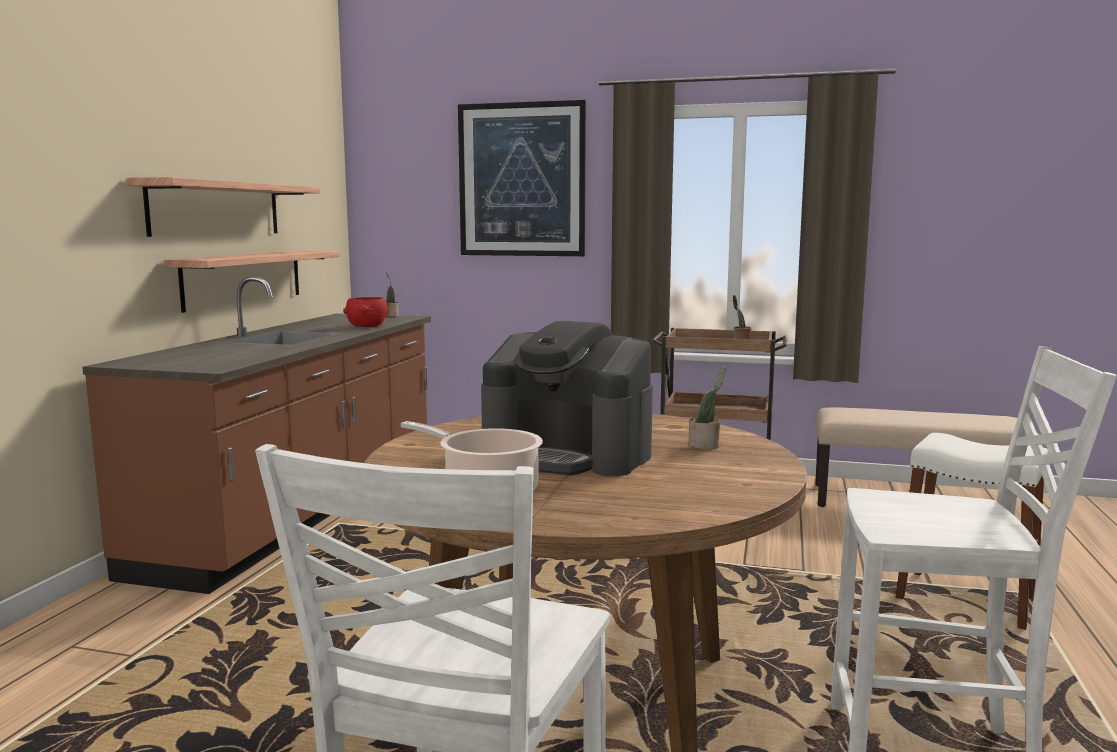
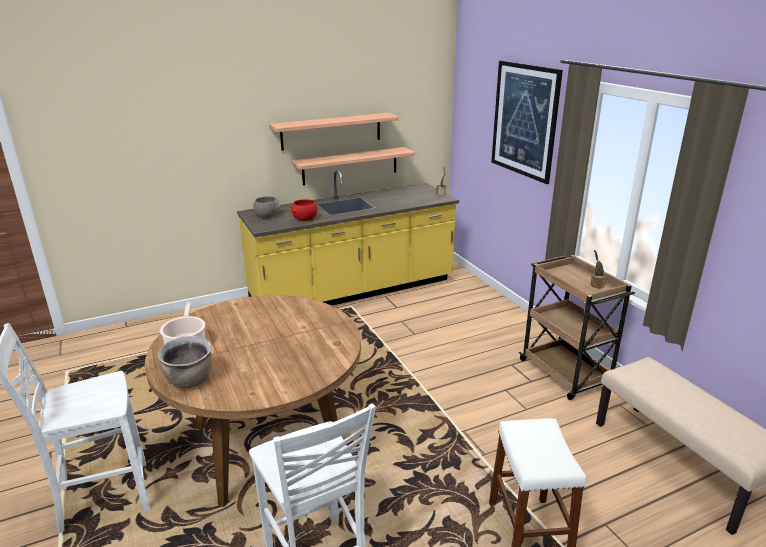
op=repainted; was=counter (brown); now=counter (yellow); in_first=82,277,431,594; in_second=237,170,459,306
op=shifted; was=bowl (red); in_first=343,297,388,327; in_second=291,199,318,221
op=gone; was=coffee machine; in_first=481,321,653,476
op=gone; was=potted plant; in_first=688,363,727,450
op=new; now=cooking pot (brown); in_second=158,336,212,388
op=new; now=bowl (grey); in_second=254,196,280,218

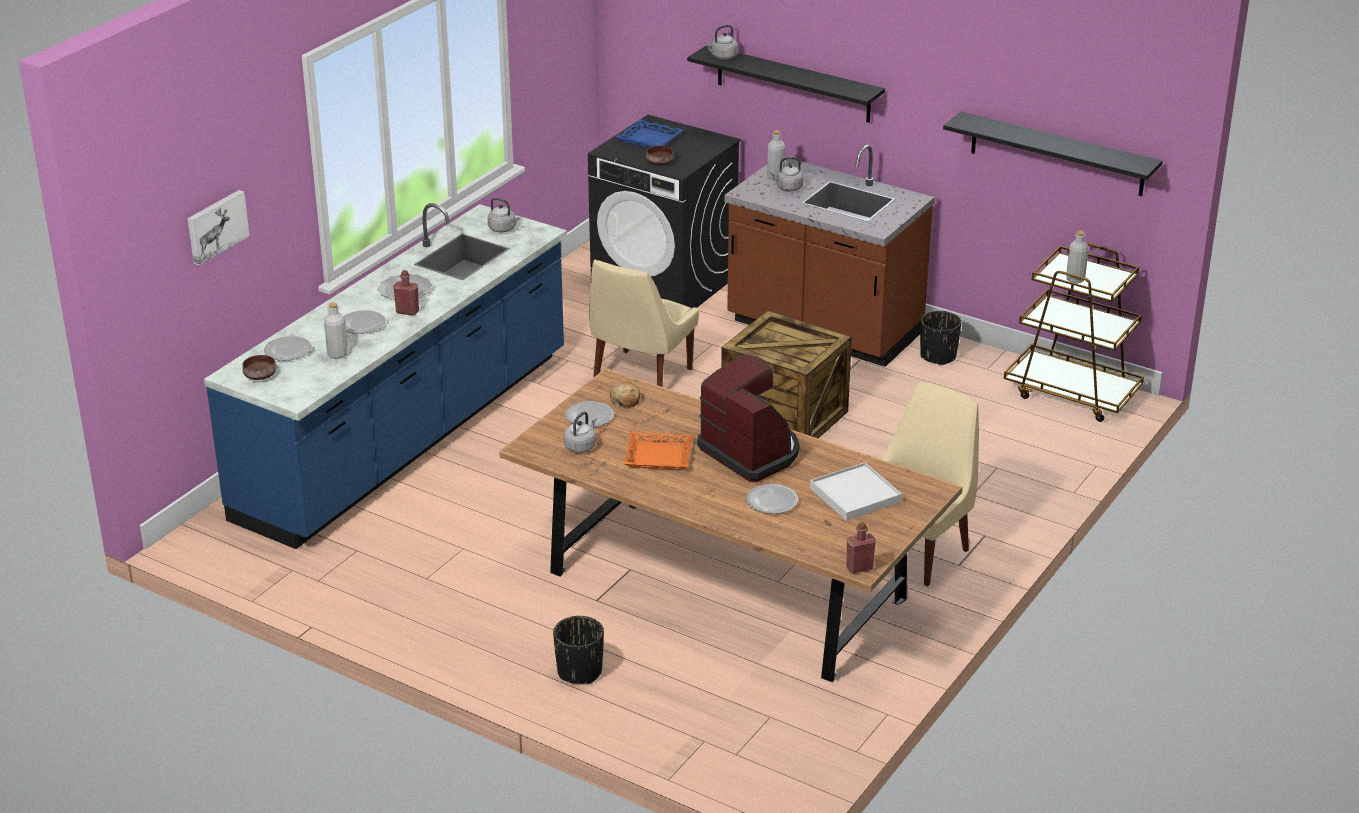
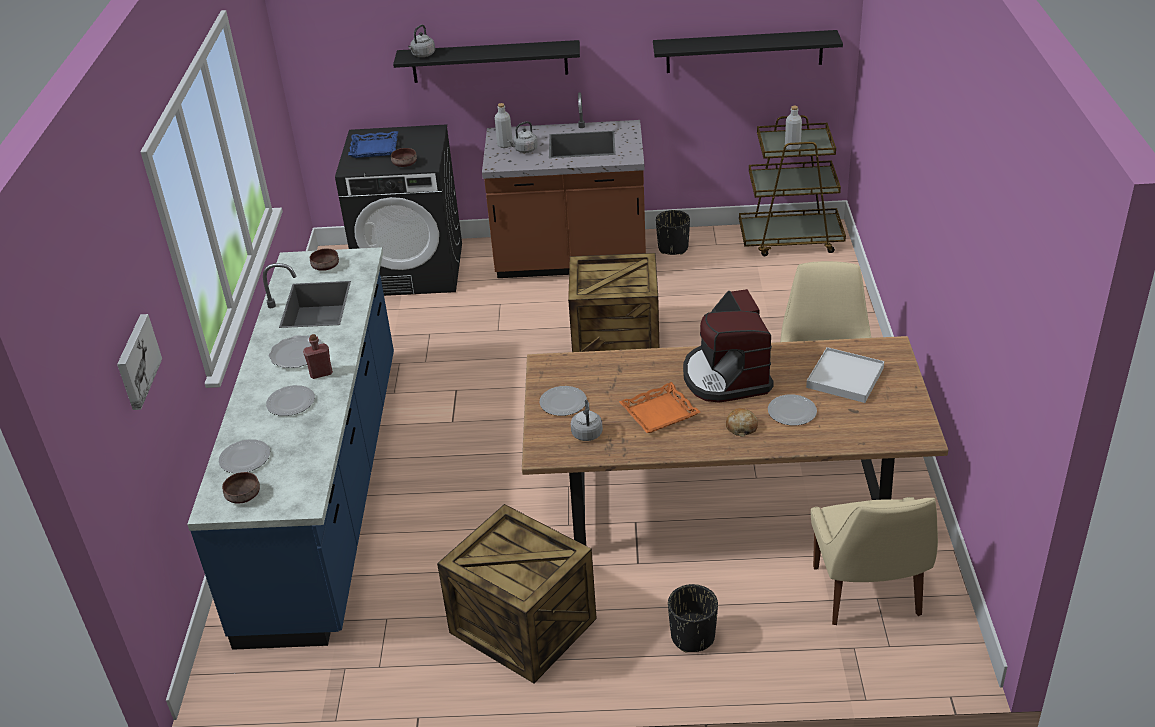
op=gone; was=bottle (grey); in_first=324,302,348,359
op=swapped; was=kettle (grey); now=bowl (brown); in_first=488,198,520,232; in_second=310,248,339,271
op=shifted; was=chair (beige); in_first=589,260,699,387; in_second=811,497,938,625
op=shifted; was=bread; in_first=610,382,640,408; in_second=726,408,758,437
op=rotated; was=coffee machine; in_first=697,355,800,482; in_second=683,289,774,403; clockwise=-120
op=gone; was=bottle (red); in_first=846,522,876,573
op=new; now=crate; in_second=437,504,597,683

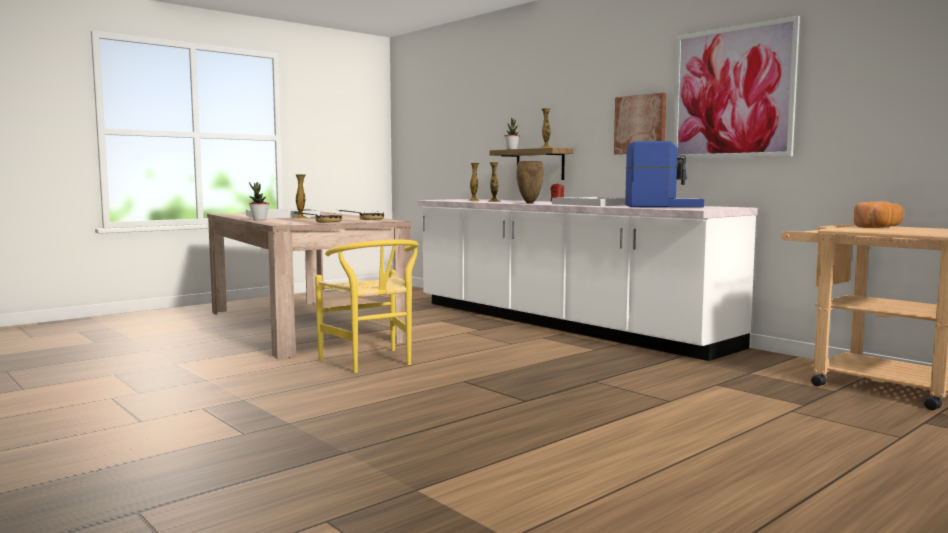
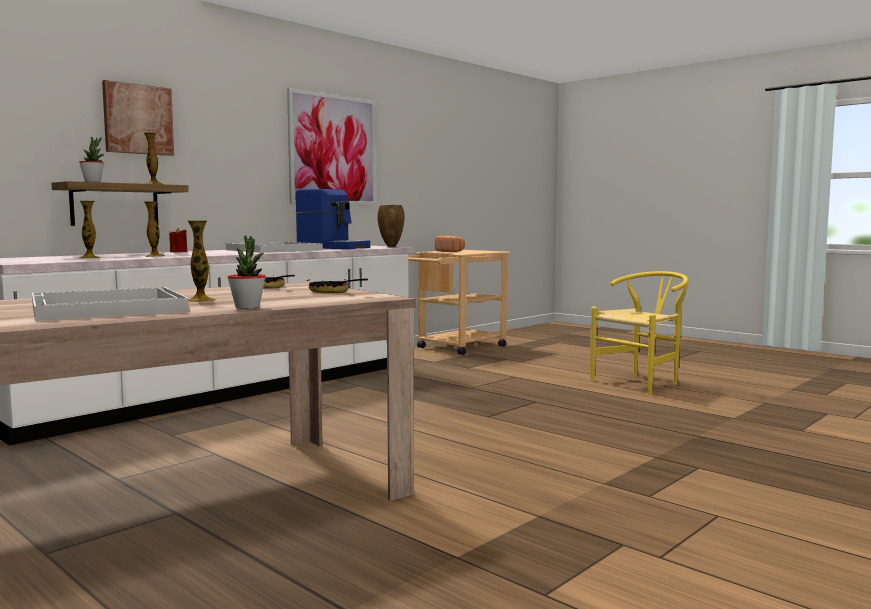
op=shifted; was=chair (yellow); in_first=315,240,418,373; in_second=590,271,688,395
op=shifted; was=vase (brown); in_first=516,161,544,203; in_second=377,205,405,247
op=shifted; was=picture; in_first=614,92,666,155; in_second=102,80,174,156
op=rotated; was=coffee machine; in_first=625,141,704,207; in_second=296,189,370,249; clockwise=120

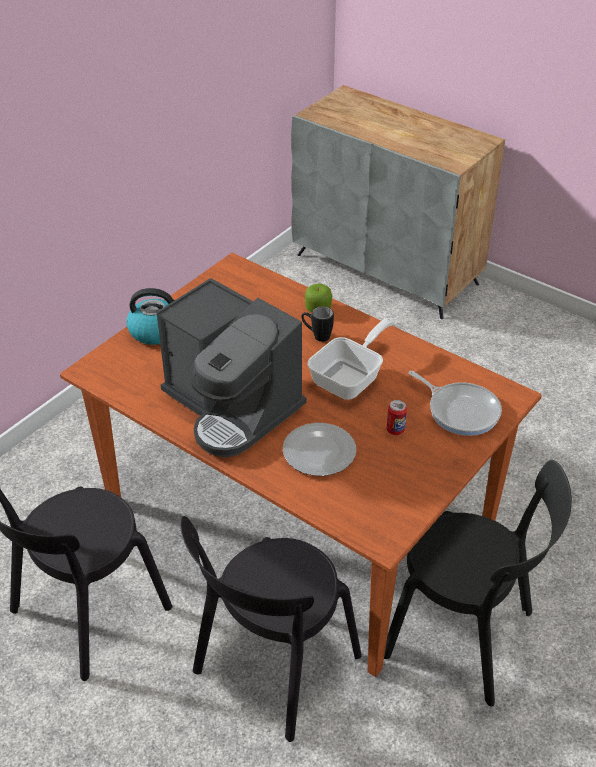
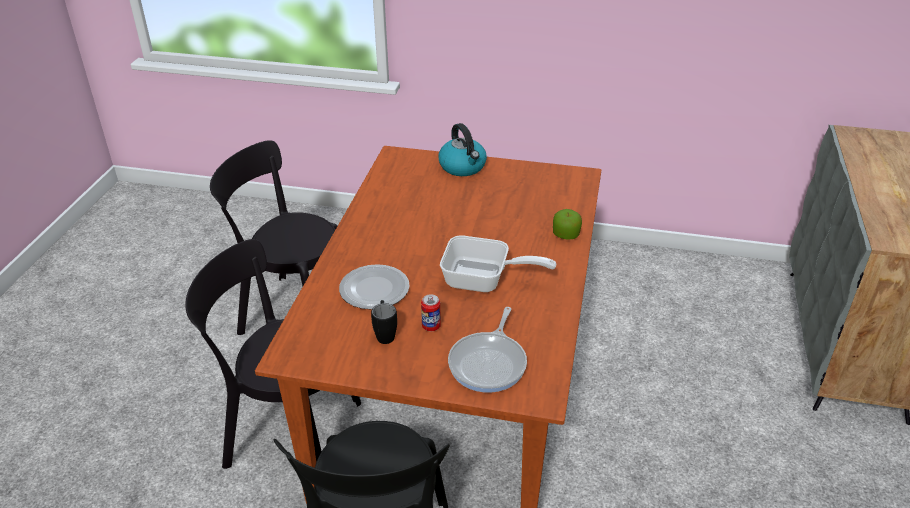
op=gone; was=coffee machine; in_first=157,278,307,457
op=shifted; was=mug (black); in_first=301,306,334,342; in_second=371,300,397,344

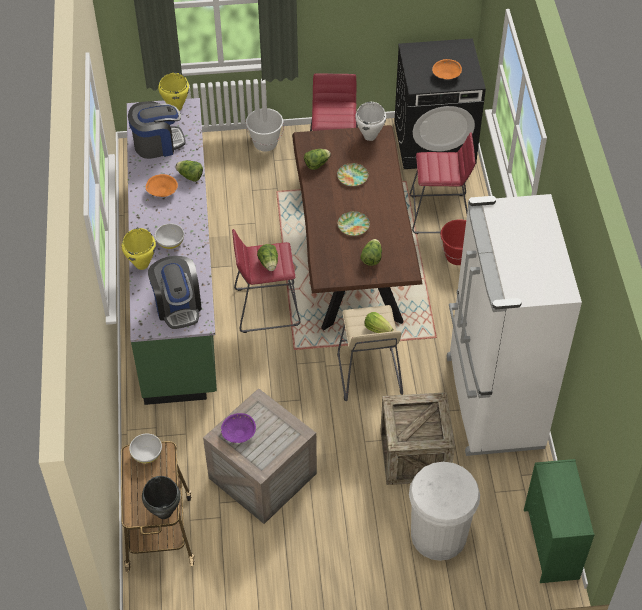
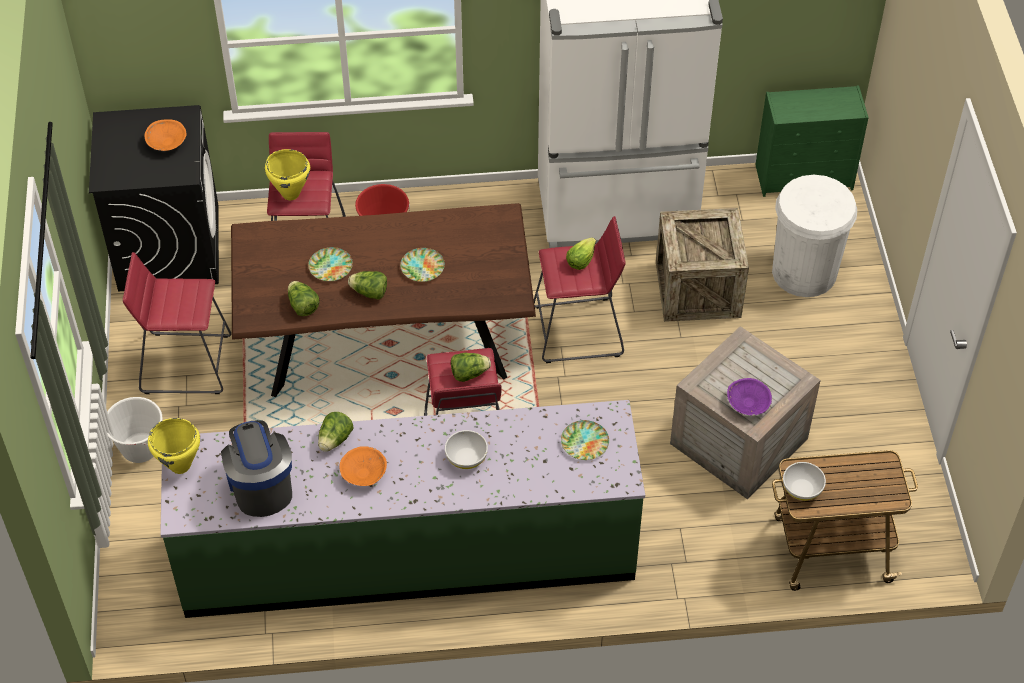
op=shifted; was=cooking pot (yellow); in_first=122,228,156,270; in_second=265,149,310,200
op=gone; was=cooking pot (black); in_first=142,476,180,519
op=swapped; was=coffee machine; now=plate; in_first=148,256,202,329; in_second=561,420,609,460
op=repainted; was=stool (beige); now=stool (red); in_first=337,305,403,401; in_second=534,216,626,363
op=gone; was=cooking pot (white); in_first=355,102,386,141
op=shifted; was=lettuce; in_first=360,239,382,266; in_second=348,271,387,300

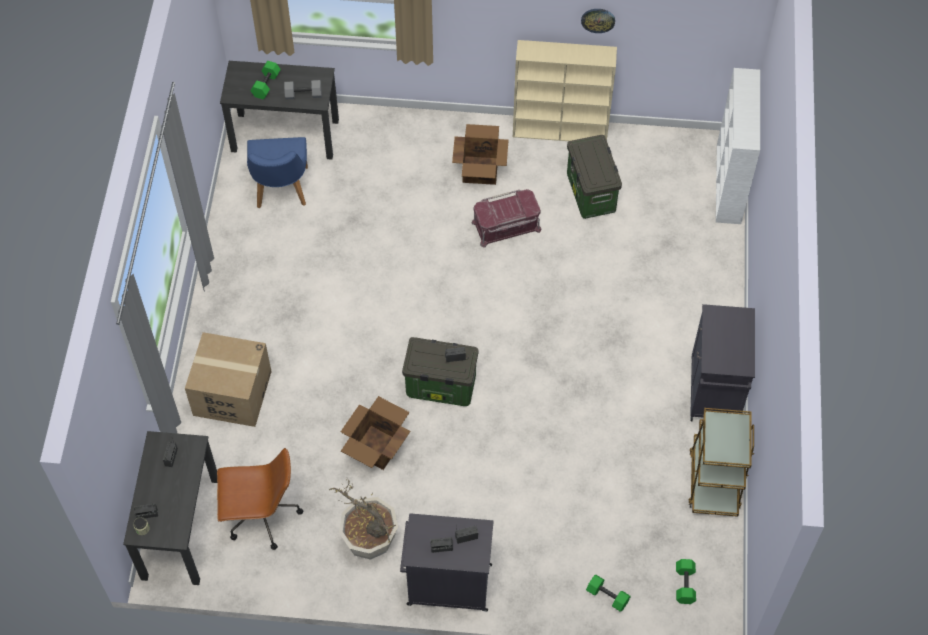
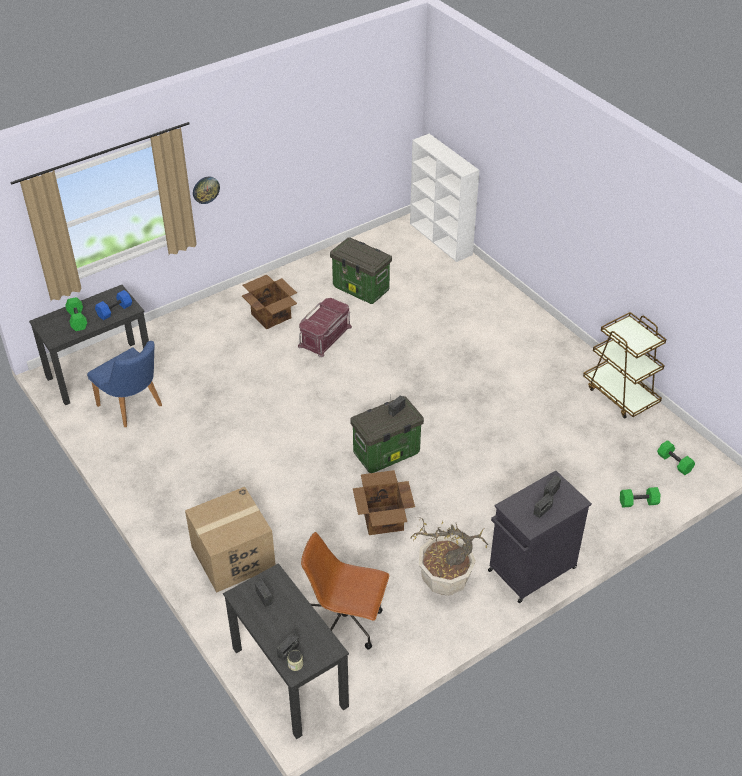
op=rotated; was=office chair (brown); in_first=217,448,303,550; in_second=301,532,390,649; clockwise=-120
op=repainted; was=dumbbell (grey); now=dumbbell (blue); in_first=284,80,322,99; in_second=95,290,132,320
op=gone; was=bookcase (beige); in_first=513,40,617,141
op=shifted; was=wall clock; in_first=581,9,615,33; in_second=193,176,220,204
op=gone; was=cabinet (black); in_first=690,304,755,421

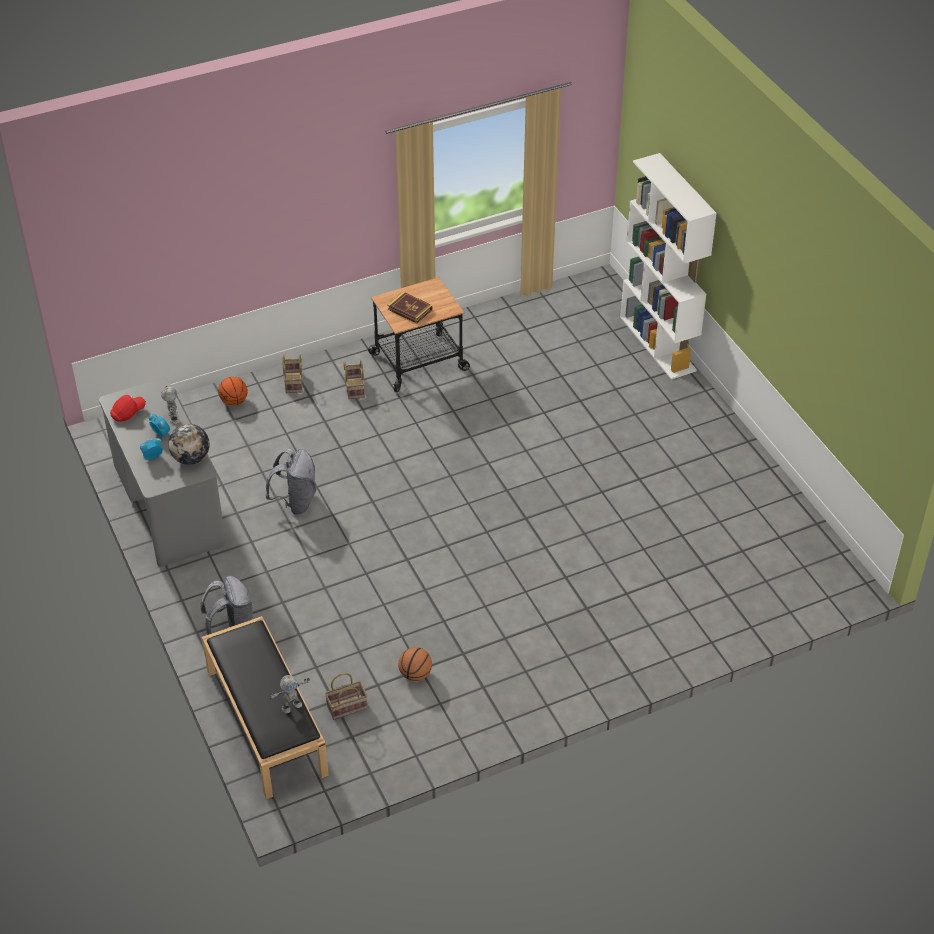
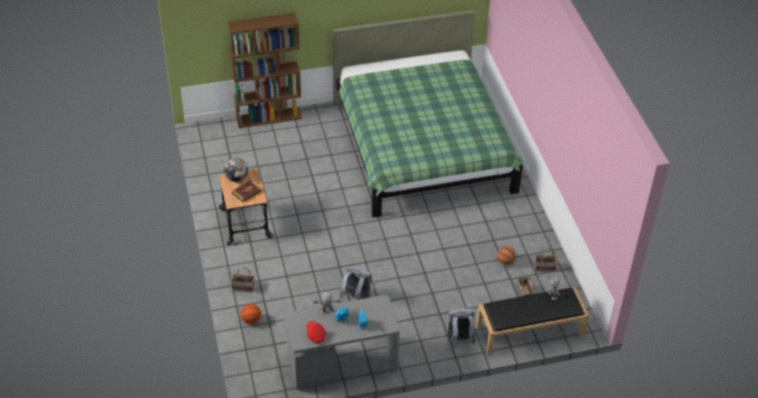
op=shifted; was=globe; in_first=168,424,210,465; in_second=224,158,248,182
op=shifted; was=basket; in_first=344,359,365,400; in_second=534,248,557,272
op=repainted; was=bookcase (white); now=bookcase (brown); in_first=620,153,717,380; in_second=228,13,302,128
op=new; now=bed (green); in_second=333,10,523,217

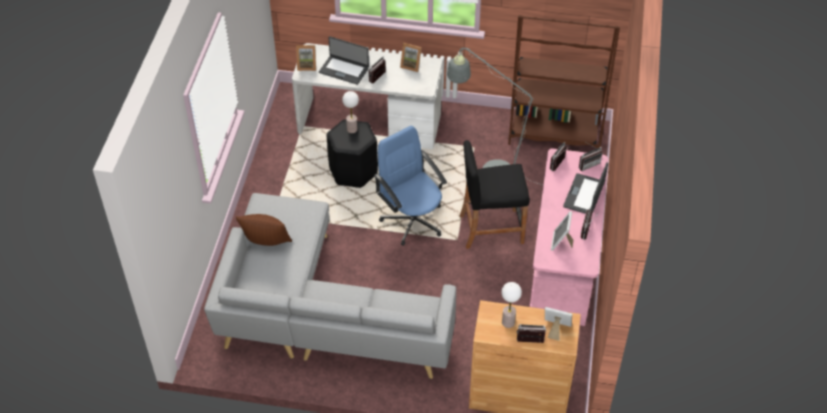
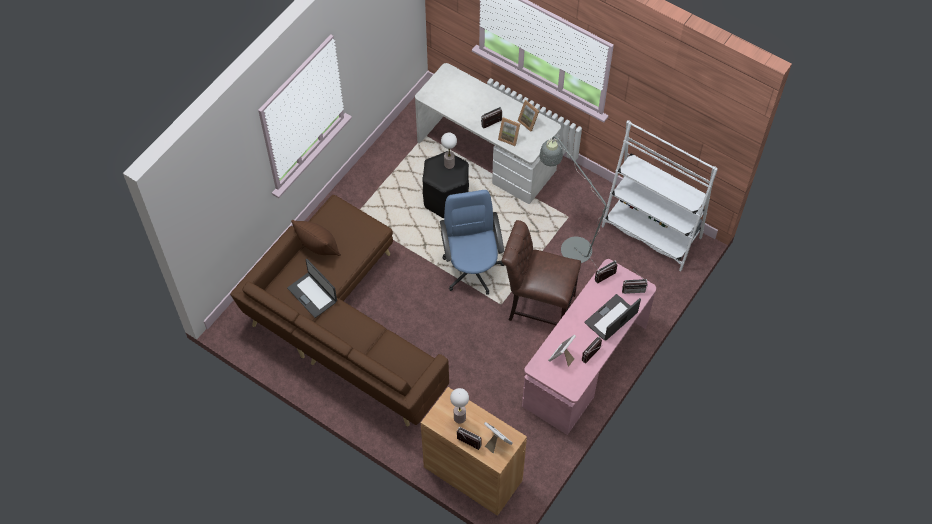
op=repainted; was=sofa (grey); now=sofa (brown); in_first=204,193,456,379; in_second=230,195,449,427
op=shifted; was=picture frame; in_first=296,45,316,71; in_second=498,117,520,146
op=shifted; was=laptop; in_first=319,36,369,85; in_second=287,258,337,318
op=swapped; was=stool (black); now=chair (brown); in_first=460,140,530,249; in_second=502,220,581,325
op=repainted; was=bookcase (brown); now=bookcase (white); in_first=508,15,620,148; in_second=601,120,718,271

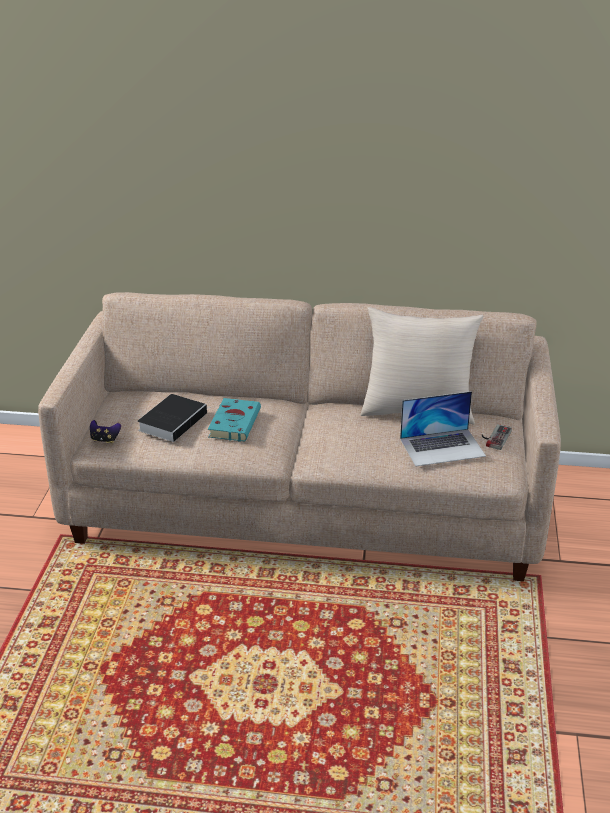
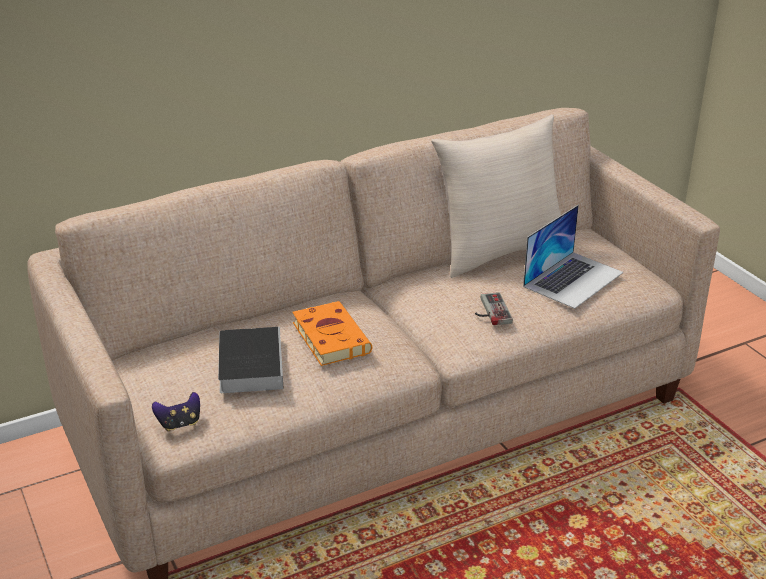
op=repainted; was=book (turquoise); now=book (orange); in_first=208,398,261,442; in_second=292,301,372,366
op=shifted; was=game controller; in_first=482,424,512,450; in_second=475,292,513,325

